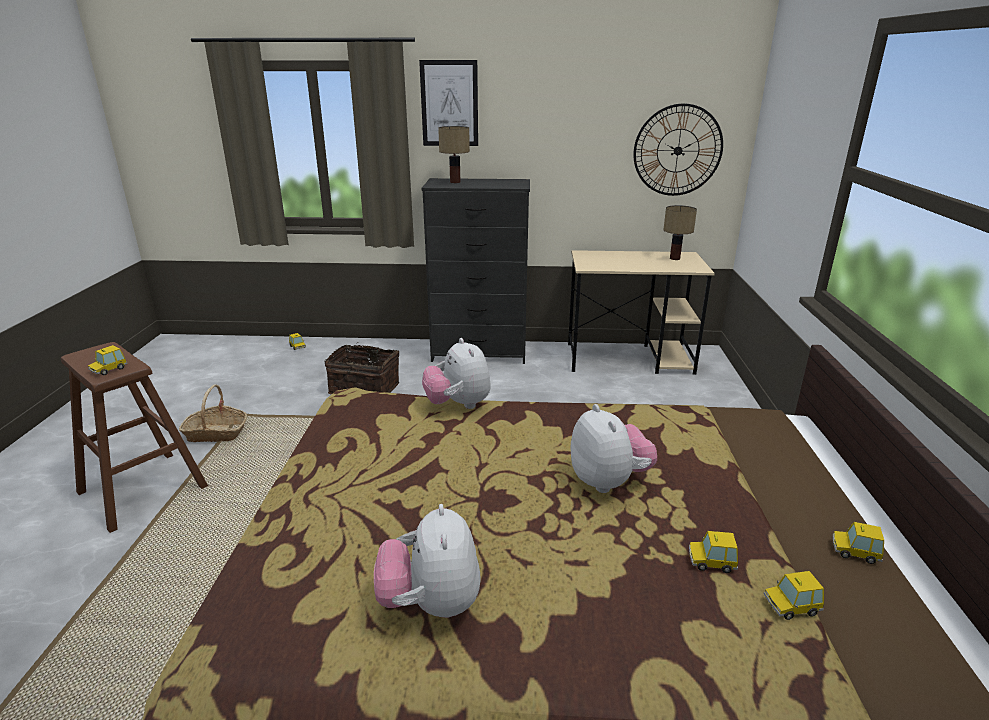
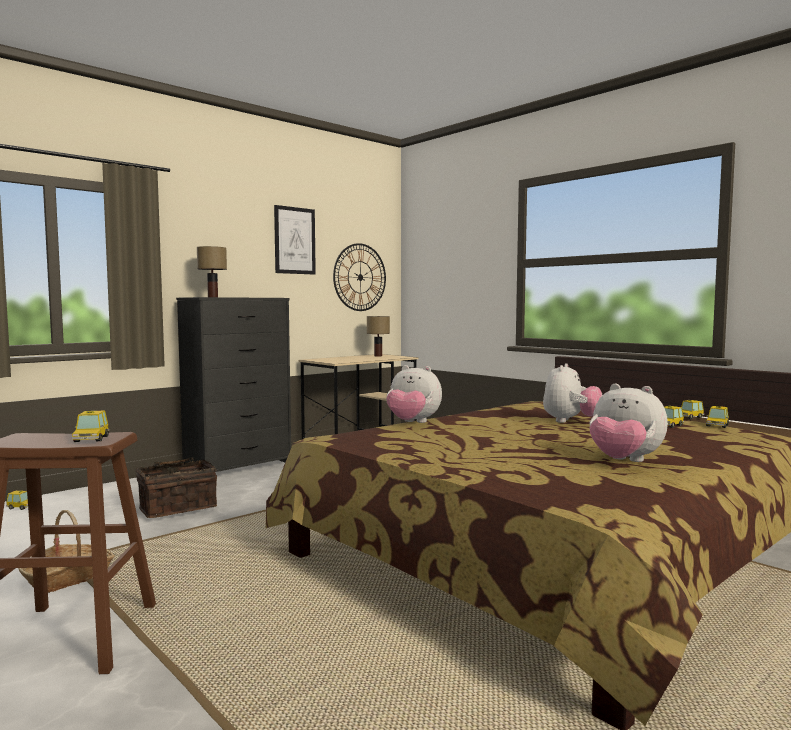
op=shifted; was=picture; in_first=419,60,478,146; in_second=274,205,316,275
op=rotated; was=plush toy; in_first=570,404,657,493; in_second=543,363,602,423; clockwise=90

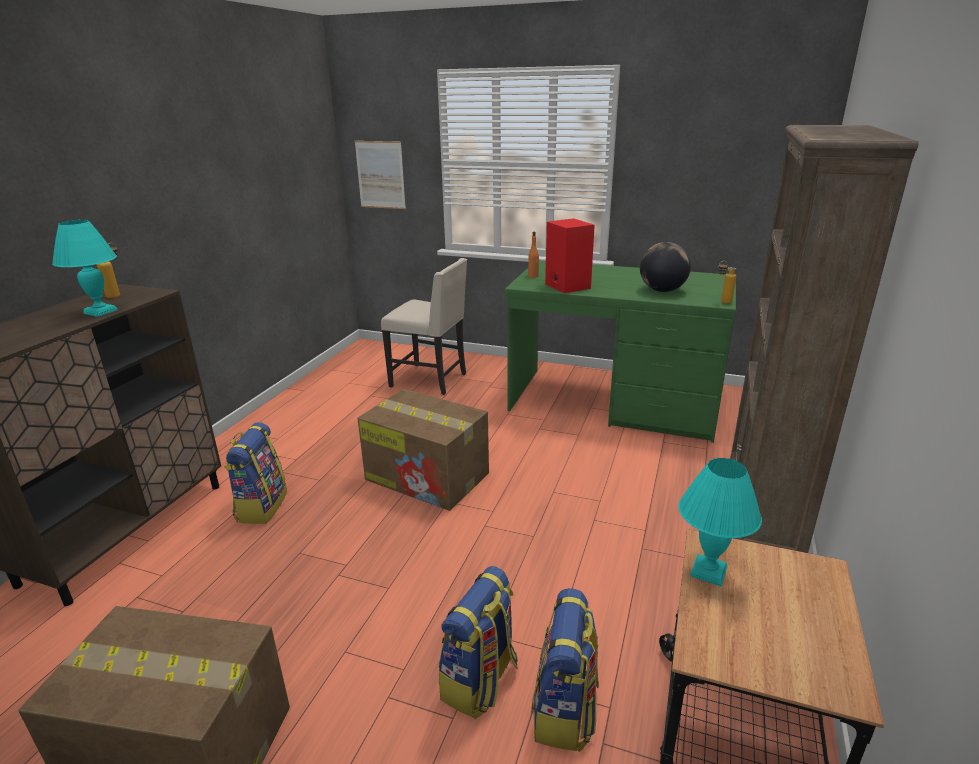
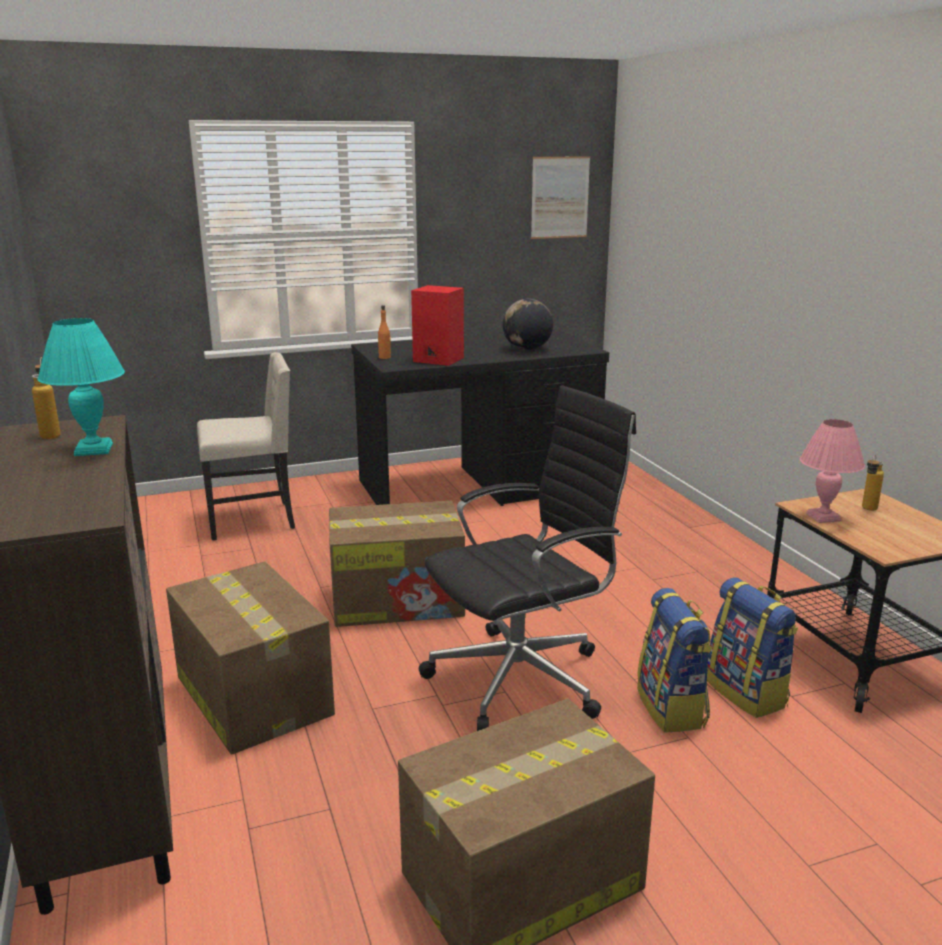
op=swapped; was=backpack; now=cardboard box; in_first=225,422,287,524; in_second=166,561,335,755
op=shifted; was=picture; in_first=354,141,406,209; in_second=531,156,590,239
op=repainted; was=desk (green); now=desk (black); in_first=505,260,736,443; in_second=351,329,609,506
op=repainted; was=table lamp (turquoise); now=table lamp (pink); in_first=678,458,762,587; in_second=800,419,865,523
op=shifted; was=bottle; in_first=719,261,736,304; in_second=862,455,884,511
op=gone; was=bookcase (brown); in_first=730,125,919,553
op=new; now=office chair (black); in_second=419,385,636,731

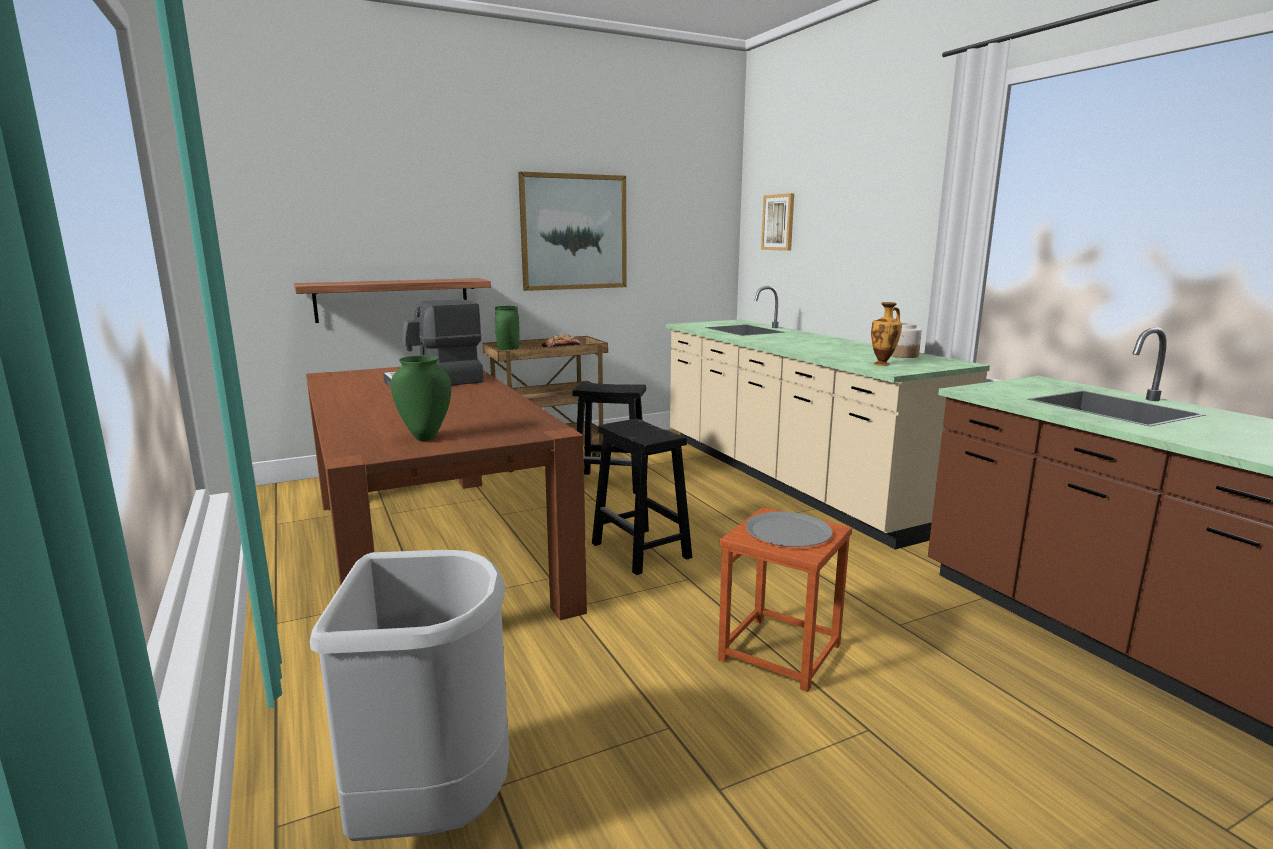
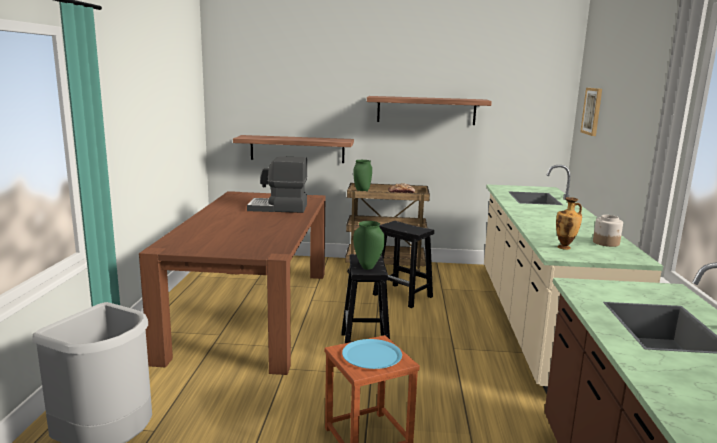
op=shifted; was=vase (green); in_first=391,355,451,441; in_second=353,221,385,270
op=swapped; was=picture; now=shelf; in_first=518,172,627,291; in_second=367,96,492,125
op=repainted; was=plate (grey); now=plate (blue); in_first=746,512,833,547; in_second=342,339,402,369

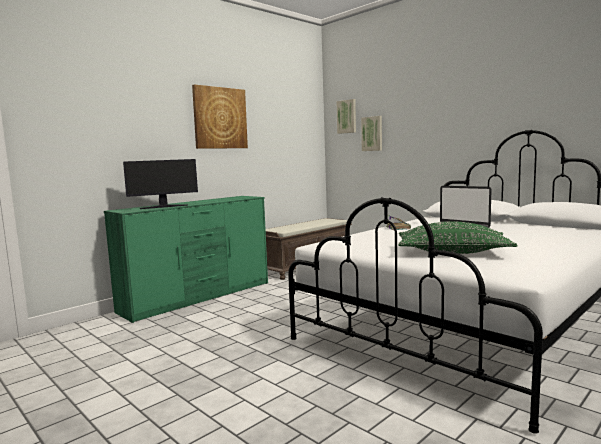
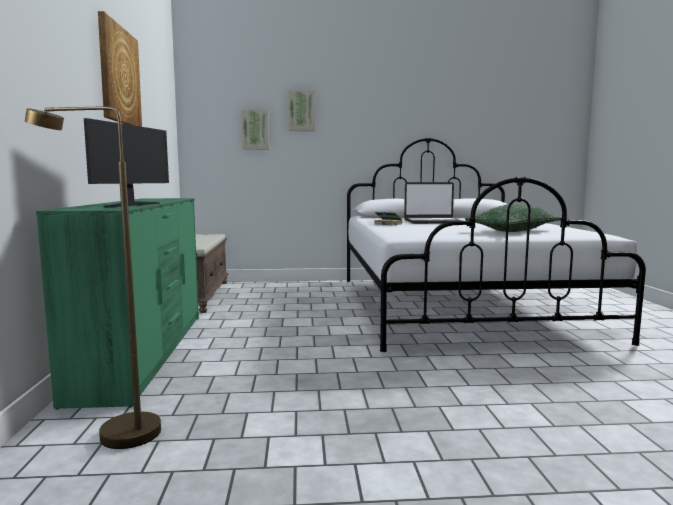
op=shifted; was=picture; in_first=337,99,356,134; in_second=288,90,315,131
op=new; now=floor lamp (brown); in_second=25,107,161,449

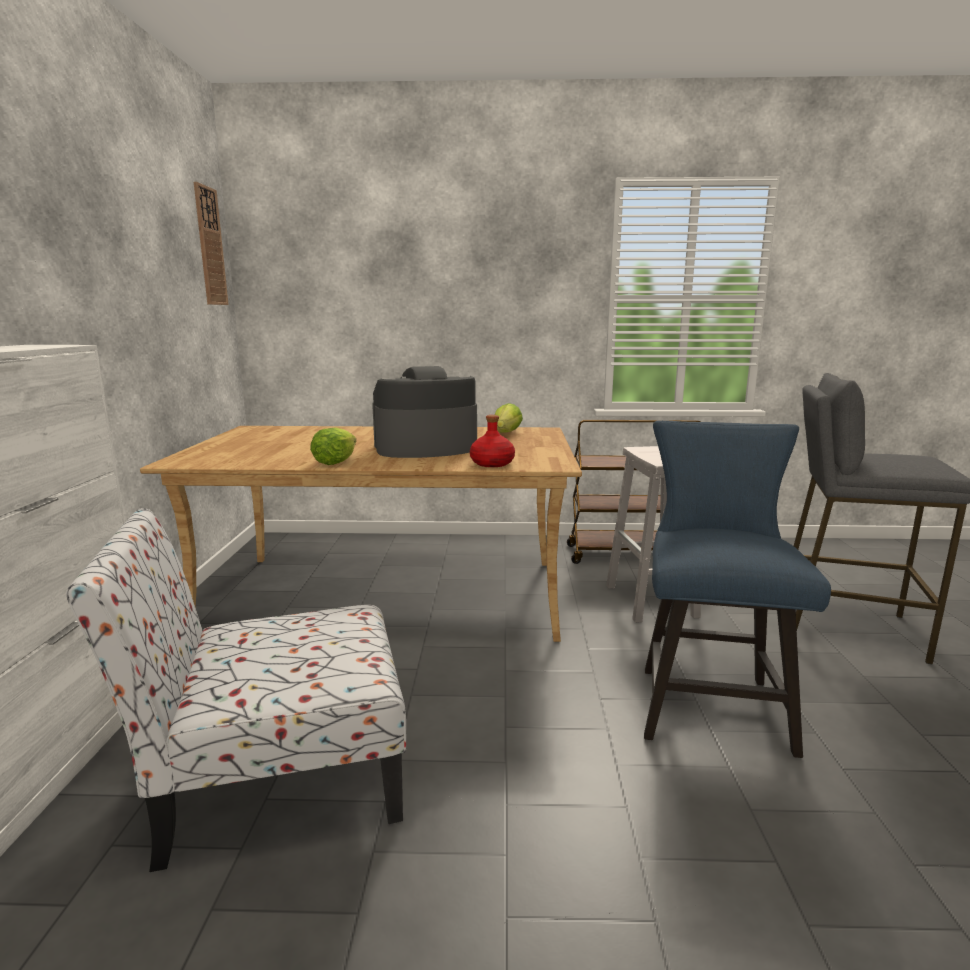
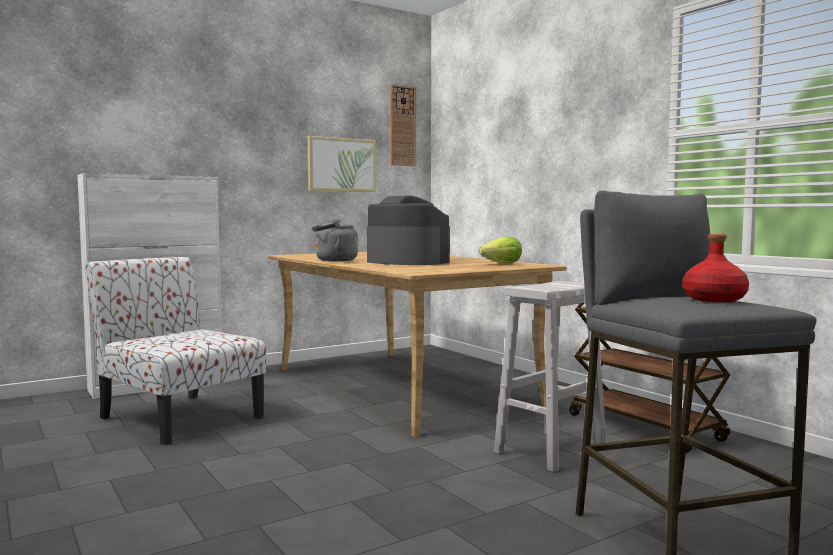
op=swapped; was=lettuce; now=kettle (grey); in_first=310,427,357,465; in_second=312,219,358,261
op=shifted; was=bottle (red); in_first=470,415,515,467; in_second=683,234,749,302
op=gone; was=chair (blue); in_first=644,420,831,758
op=new; now=picture; in_second=308,136,376,192

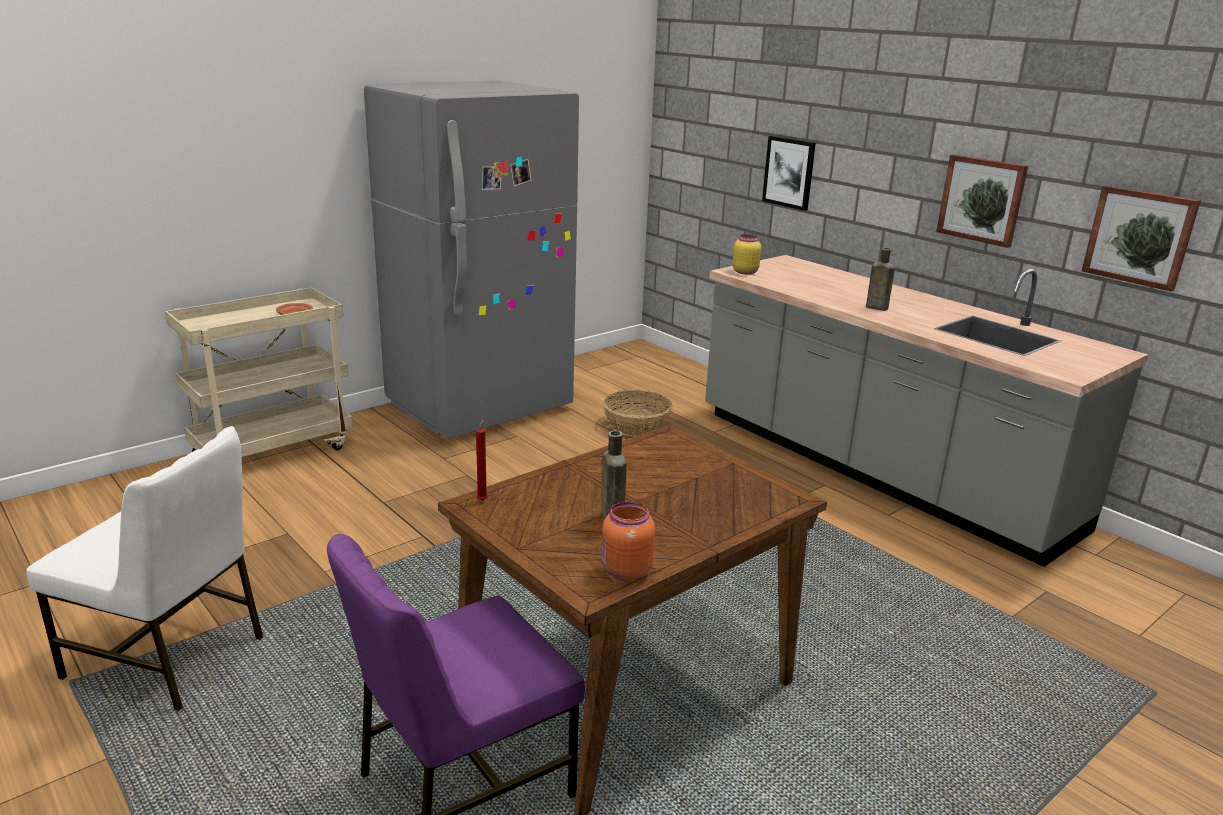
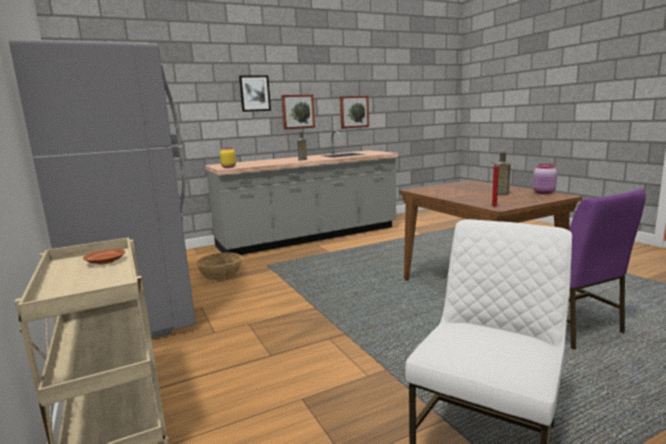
op=repainted; was=jar (orange); now=jar (pink); in_first=601,501,655,581; in_second=533,164,557,194
op=shifted; was=picture; in_first=762,136,816,211; in_second=239,75,271,112

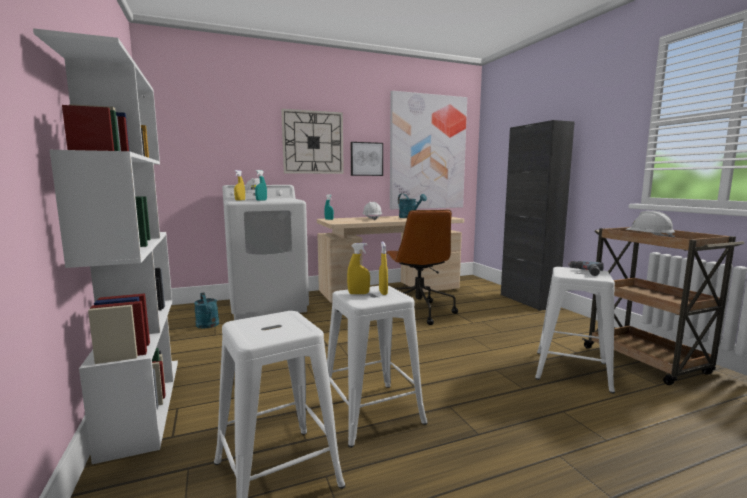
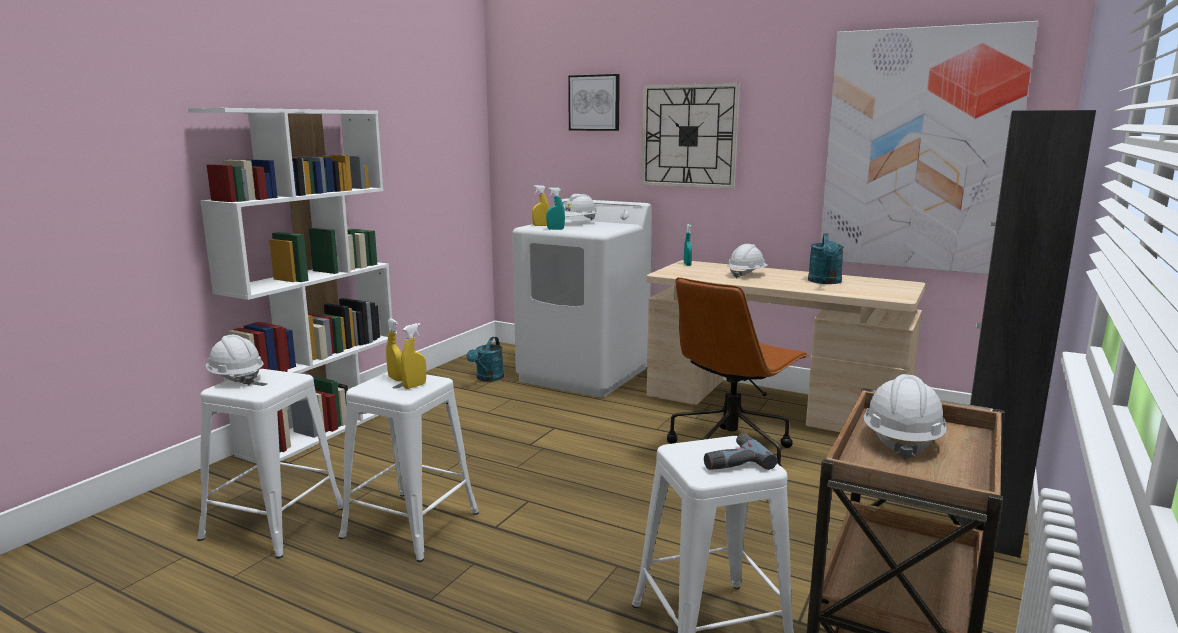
op=shifted; was=picture; in_first=351,142,383,176; in_second=568,74,620,131
op=new; now=hard hat (white); in_second=206,335,263,386

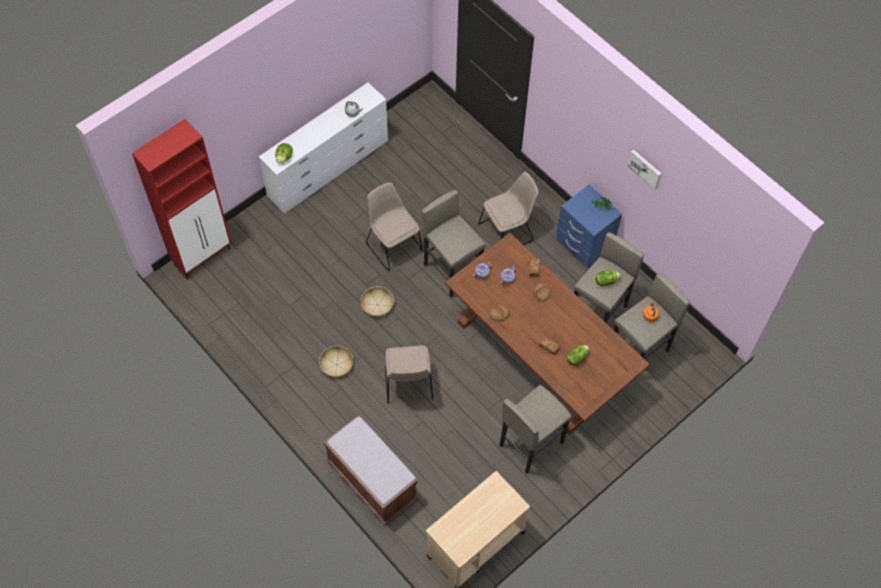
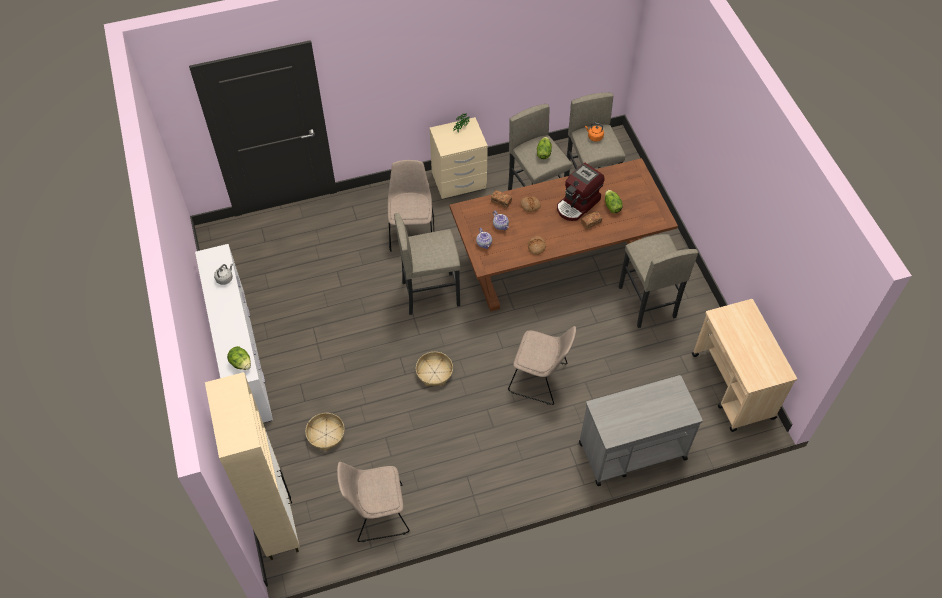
op=repainted; was=cabinet (red); now=cabinet (beige); in_first=132,119,231,279; in_second=205,372,300,560
op=shifted; was=basket; in_first=319,346,353,379; in_second=305,413,345,451
op=swapped; was=bench (brown); now=cart (grey); in_first=324,415,418,524; in_second=579,375,703,486
op=shifted; was=chair (beige); in_first=366,183,423,271; in_second=337,462,410,542
op=repainted; was=nightstand (blue); now=nightstand (beige); in_first=556,185,622,268; in_second=430,117,488,199
op=gone; was=picture; in_first=627,150,662,190
op=new; now=coffee machine; in_second=557,163,605,221

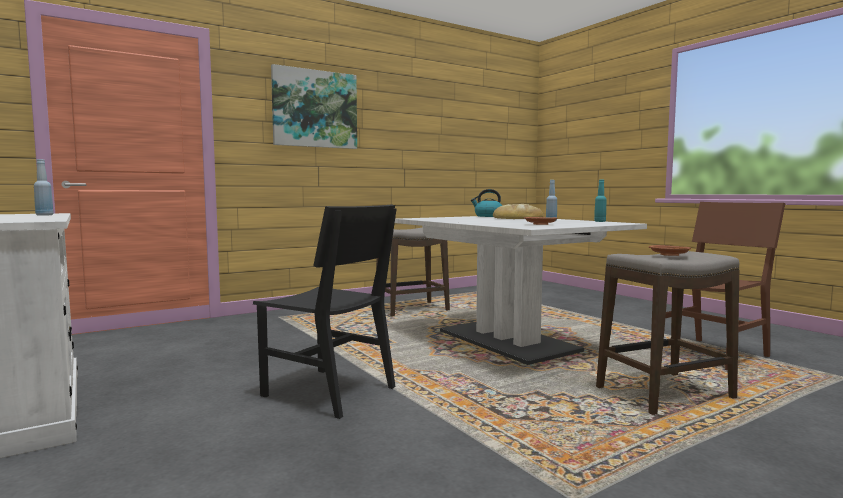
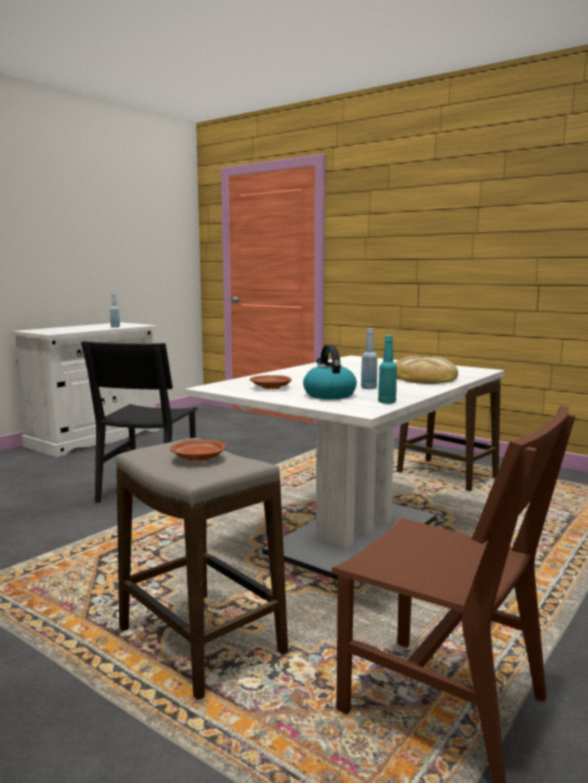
op=gone; was=picture; in_first=271,64,357,149
op=shifted; was=kettle; in_first=471,189,502,217; in_second=303,345,357,399

